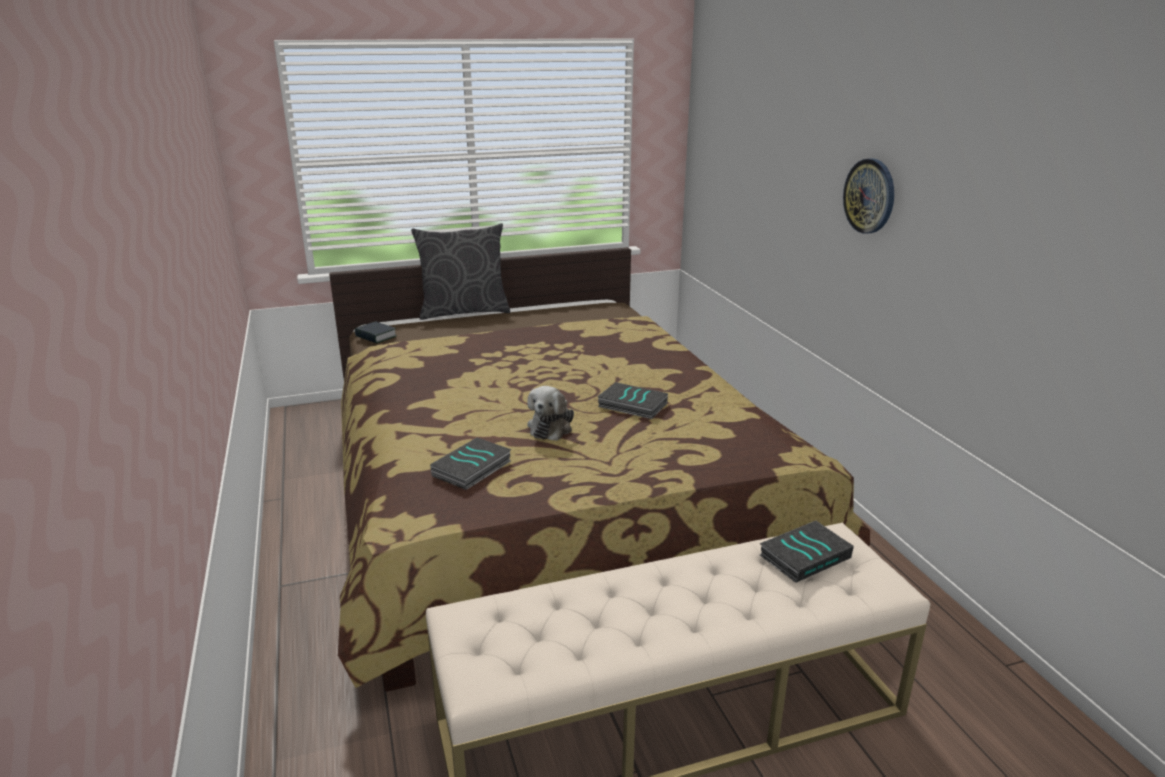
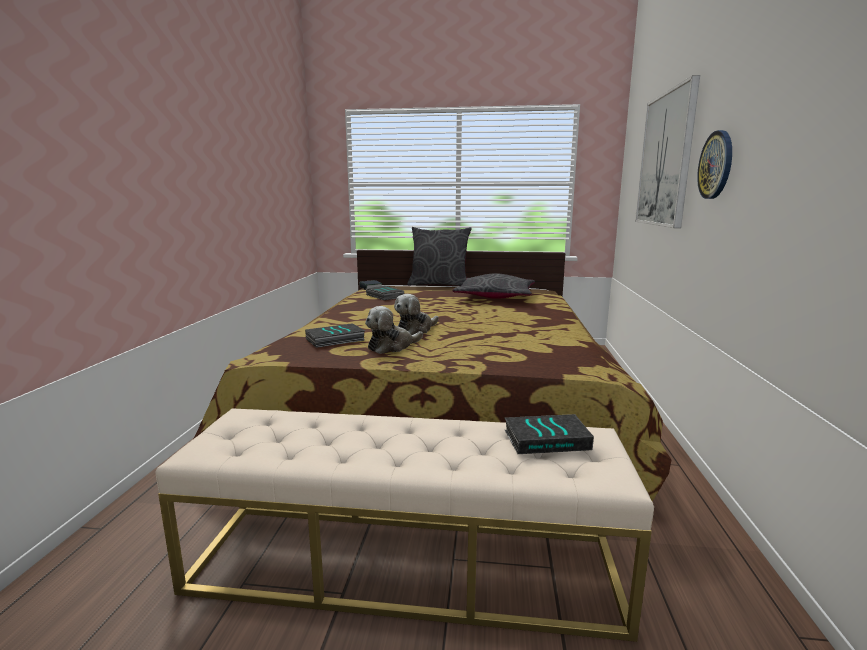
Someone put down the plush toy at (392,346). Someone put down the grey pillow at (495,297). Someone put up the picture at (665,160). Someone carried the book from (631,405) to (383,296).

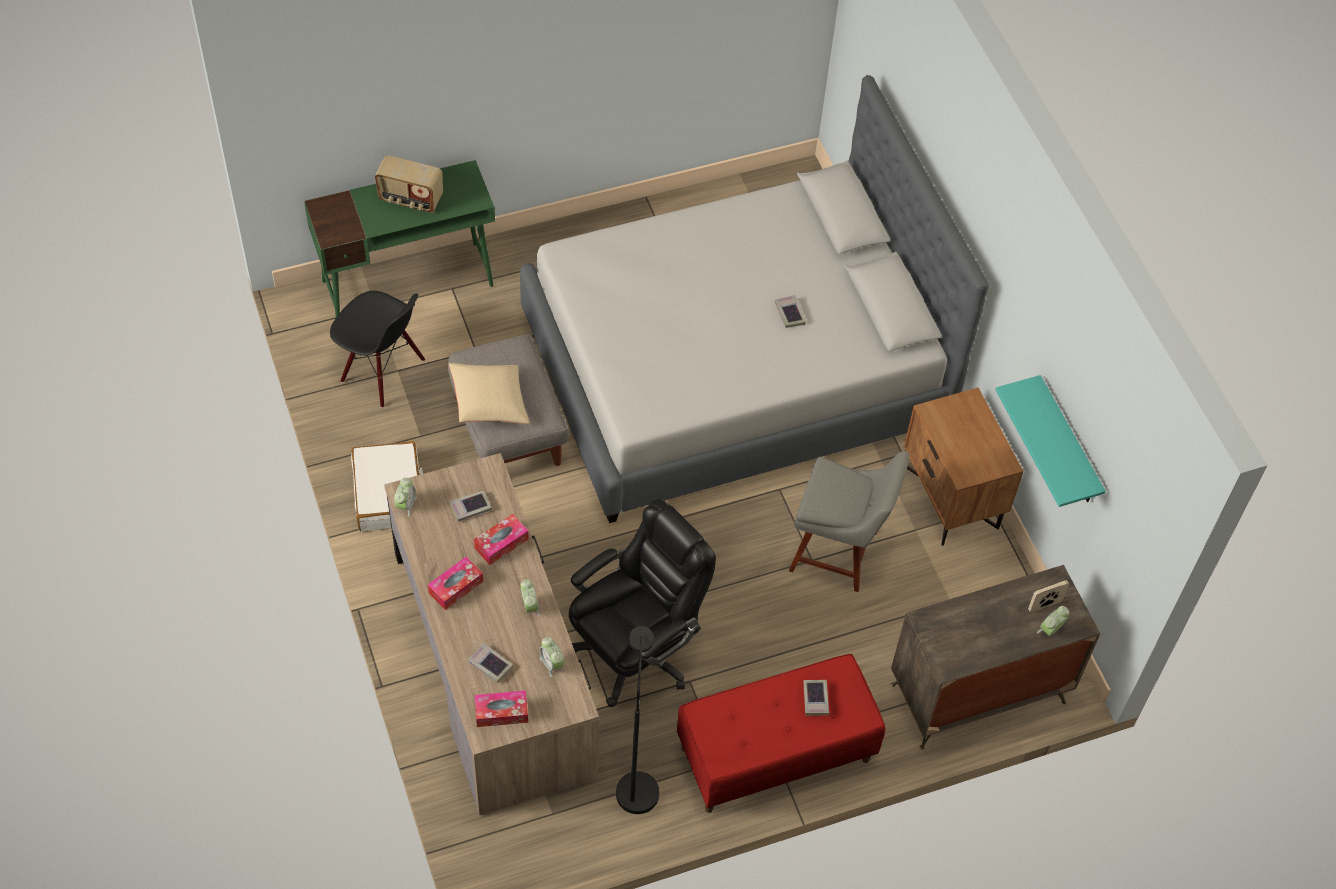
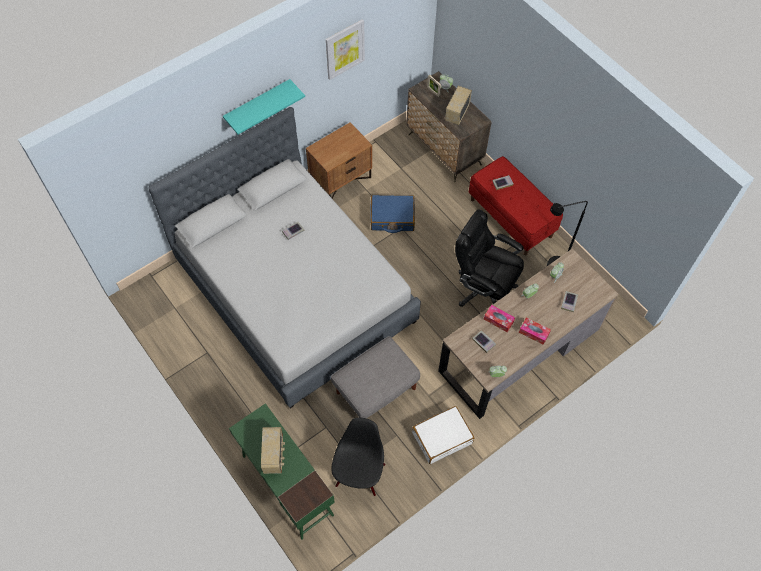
Someone took away the beige pillow at (489,402). Someone took away the tissue box at (501,712). Someone put up the picture at (345,49). Someone put down the radio at (456,113). Someone carried the turquoise shelf from (1068,444) to (258,105). Someone swapped the grey chair at (838,552) for the blue suitcase at (392,217).

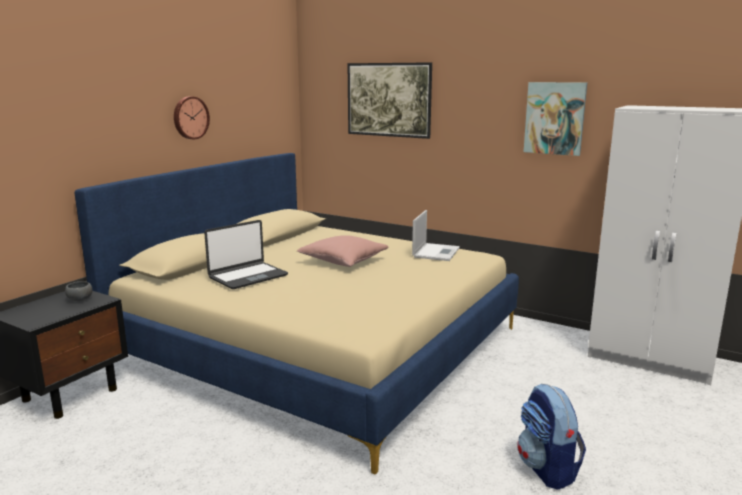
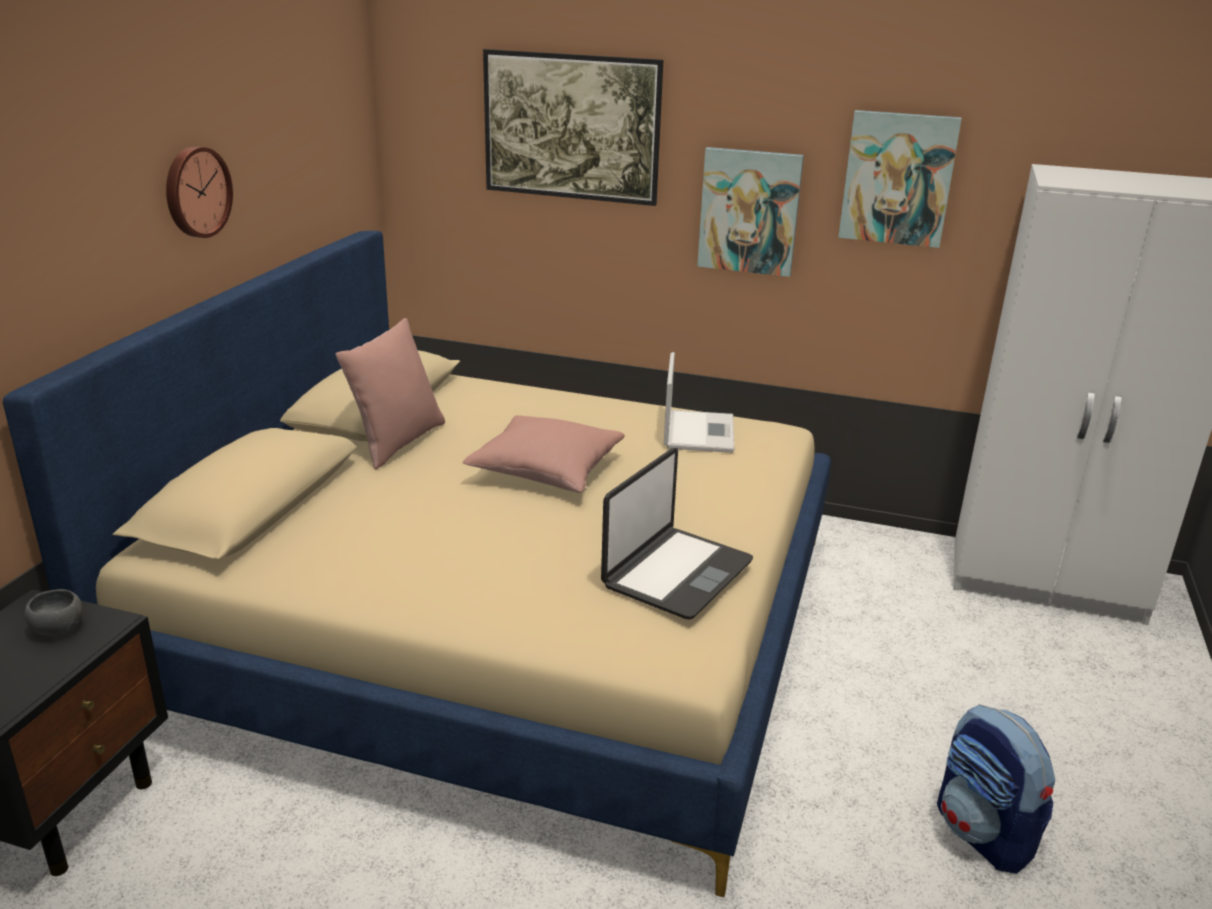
Someone put down the pink pillow at (397,442). Someone put up the picture at (749,211). Someone carried the laptop from (247,276) to (676,573).

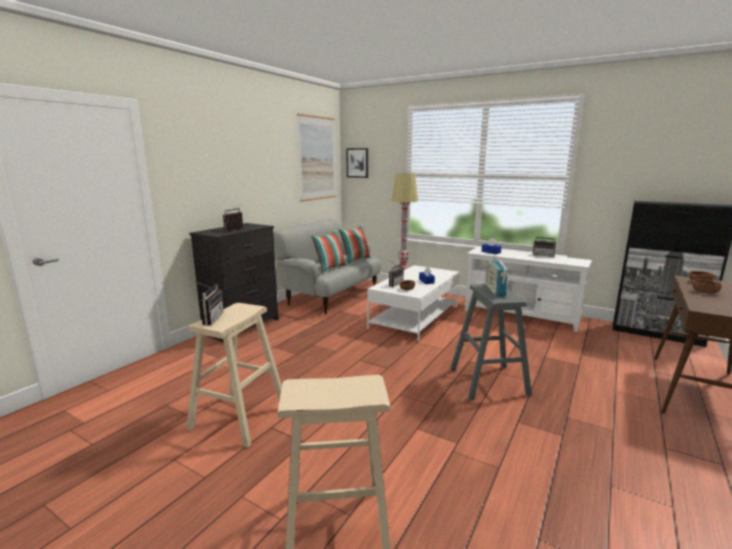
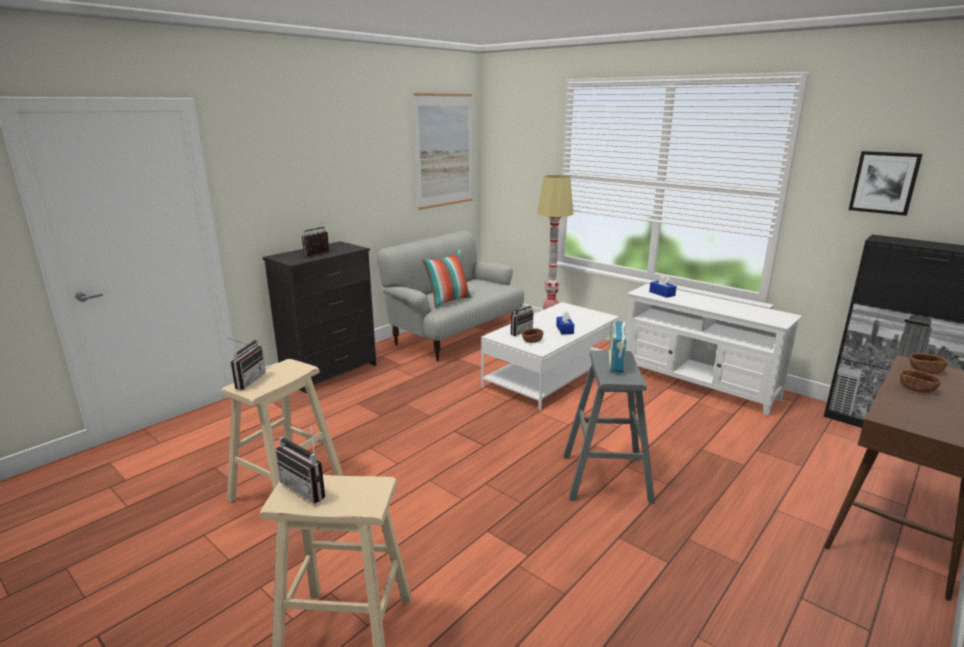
Someone took away the pillow at (355,260). Someone carried the picture from (357,163) to (884,182). Someone carried the radio from (543,255) to (309,488).

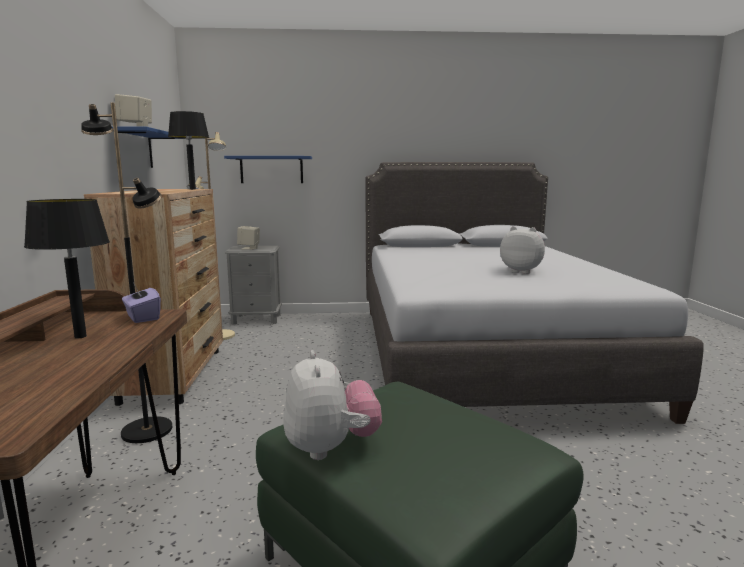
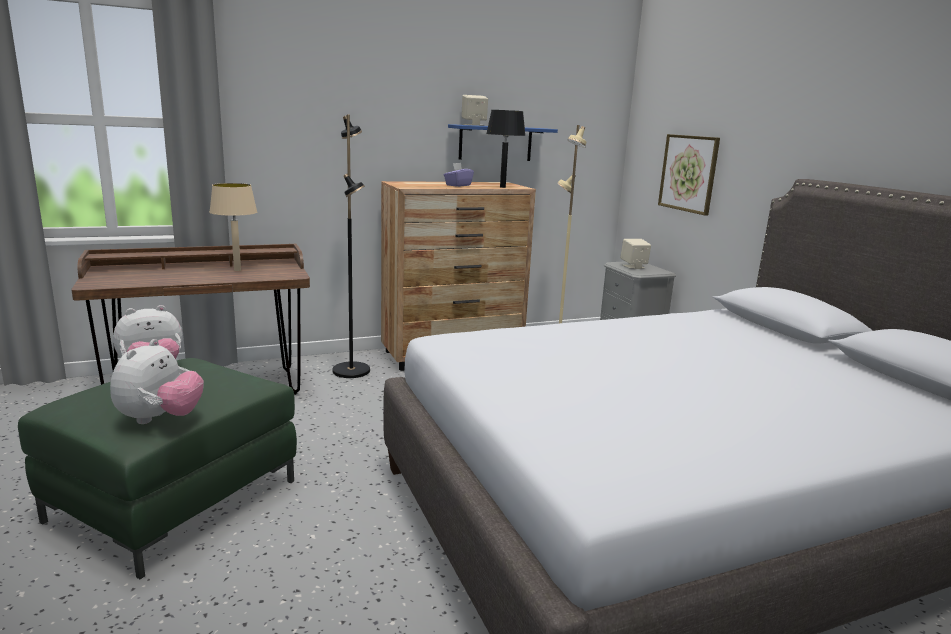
Someone carried the purple tissue box from (142,317) to (458,185). Someone carried the plush toy from (522,271) to (160,419). Someone swapped the blue shelf at (271,169) for the picture at (688,173). Someone repainted the black table lamp at (80,336), which became the beige table lamp at (237,270).

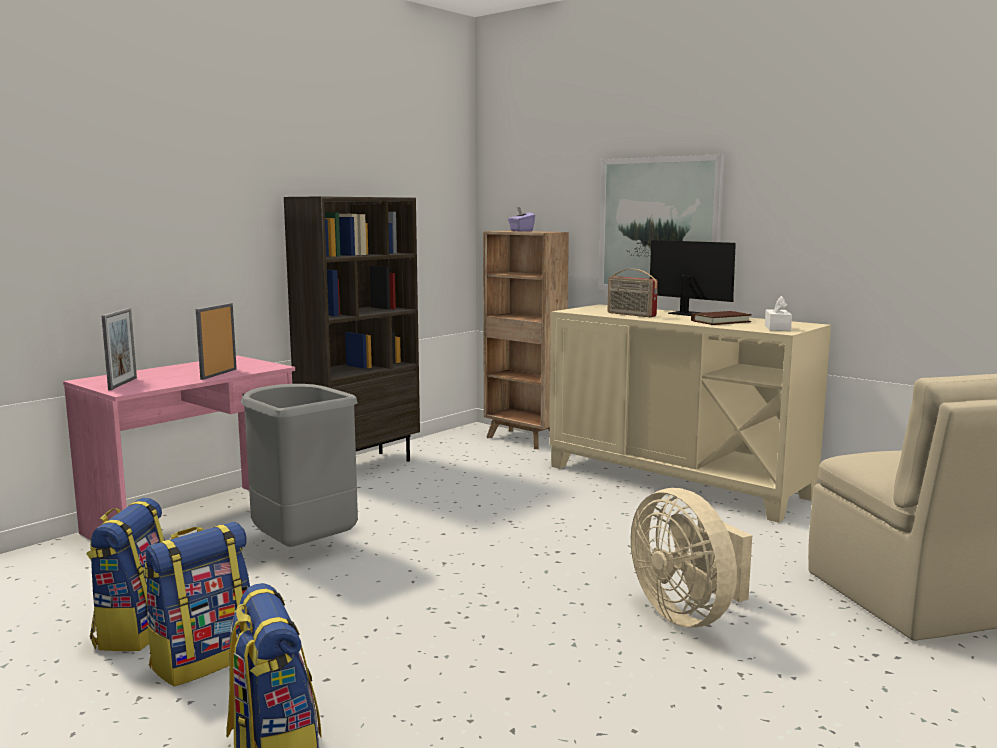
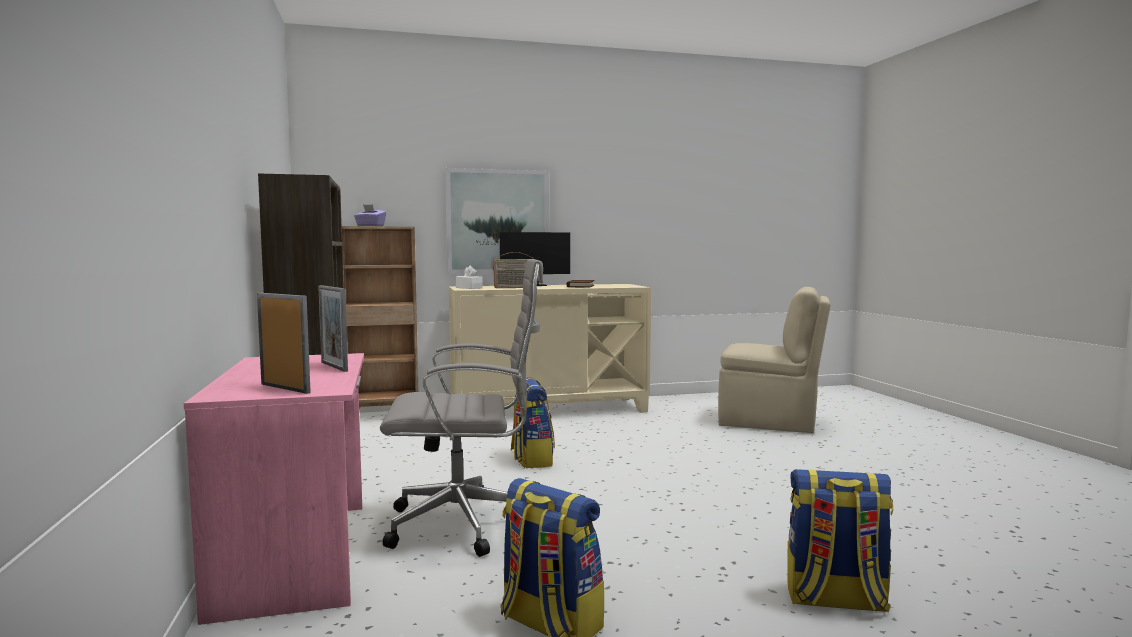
Someone took away the beige fan at (688,614). Someone carried the backpack from (204,659) to (532,459). Someone carried the white tissue box from (777,328) to (469,288). Someone swapped the grey trash can at (301,547) for the grey office chair at (467,524).

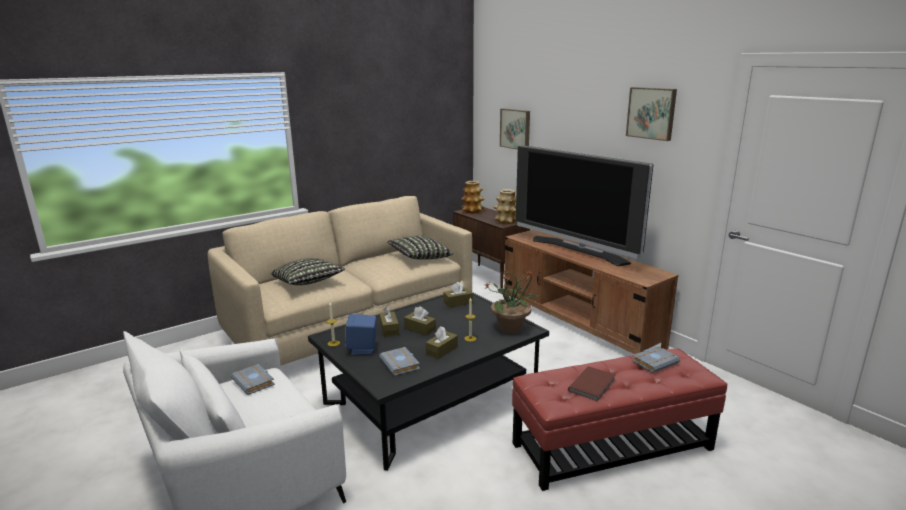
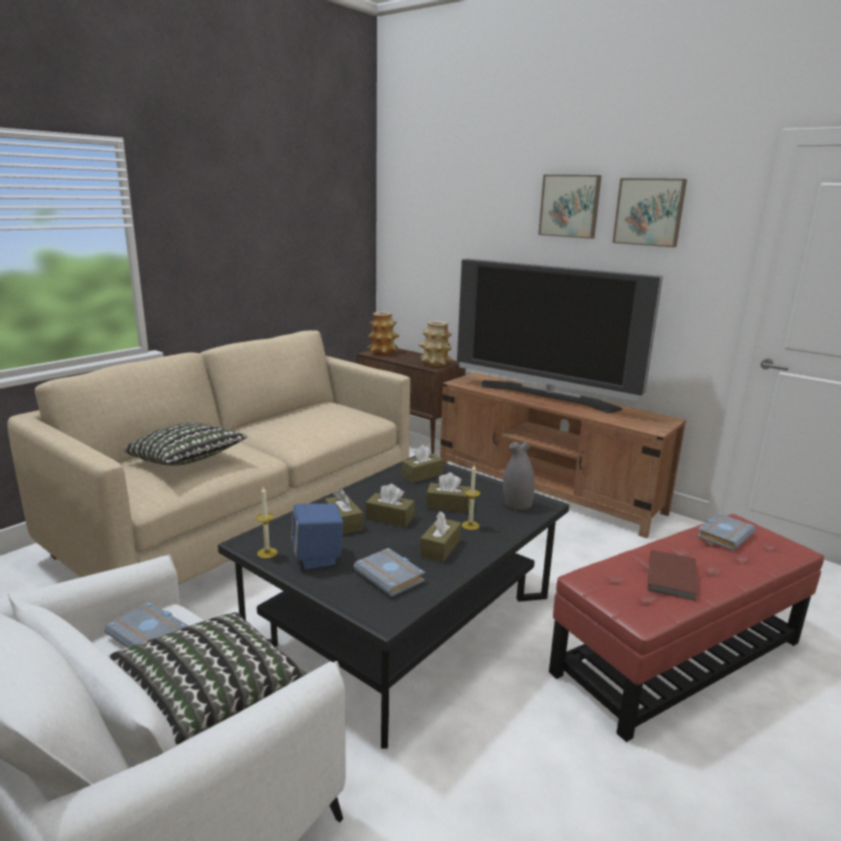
Someone put down the brown tissue box at (448,505). Someone carried the pillow from (419,258) to (213,694). Someone carried the picture from (516,129) to (570,206). Someone swapped the potted plant at (511,328) for the grey vase at (517,504).

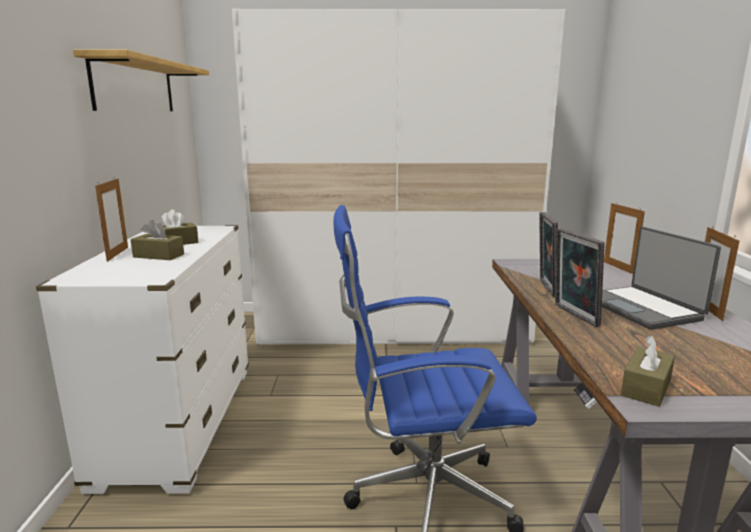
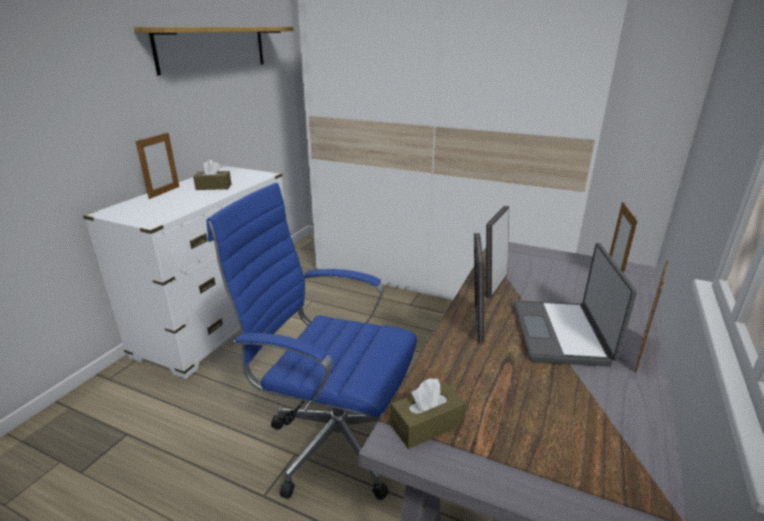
Someone took away the brown tissue box at (158,256).

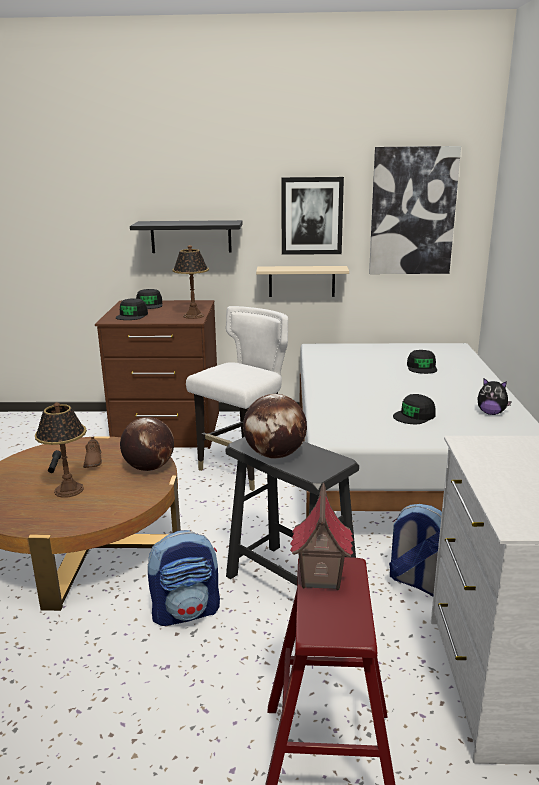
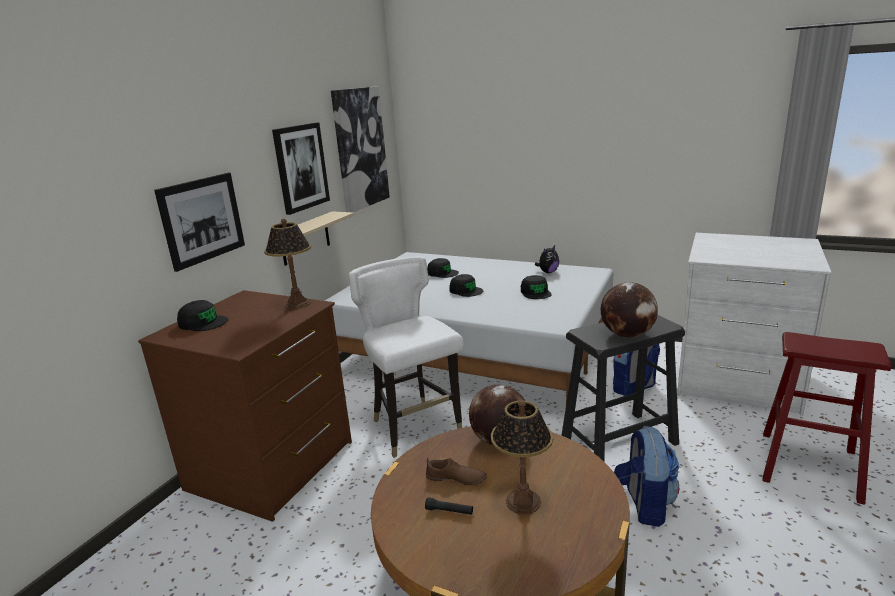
Someone took away the toy house at (320,577). Someone carried the black cap from (132,315) to (466,290). Someone swapped the black shelf at (191,236) for the picture at (202,220).

